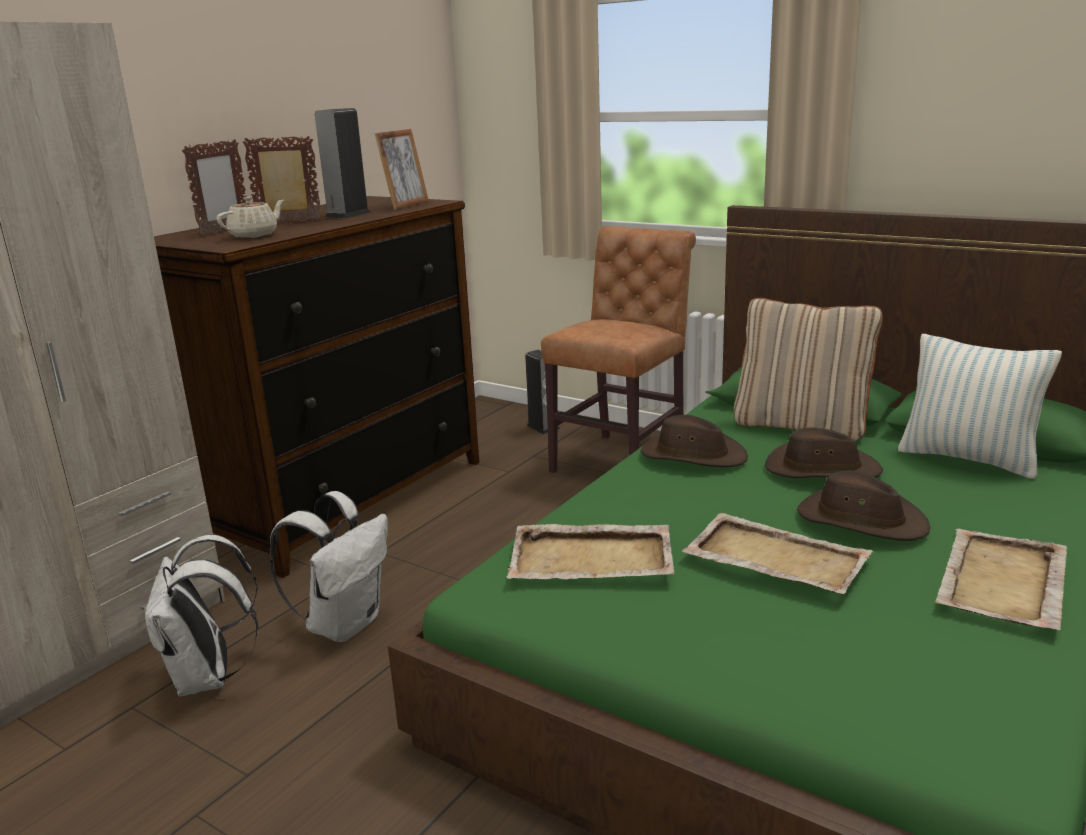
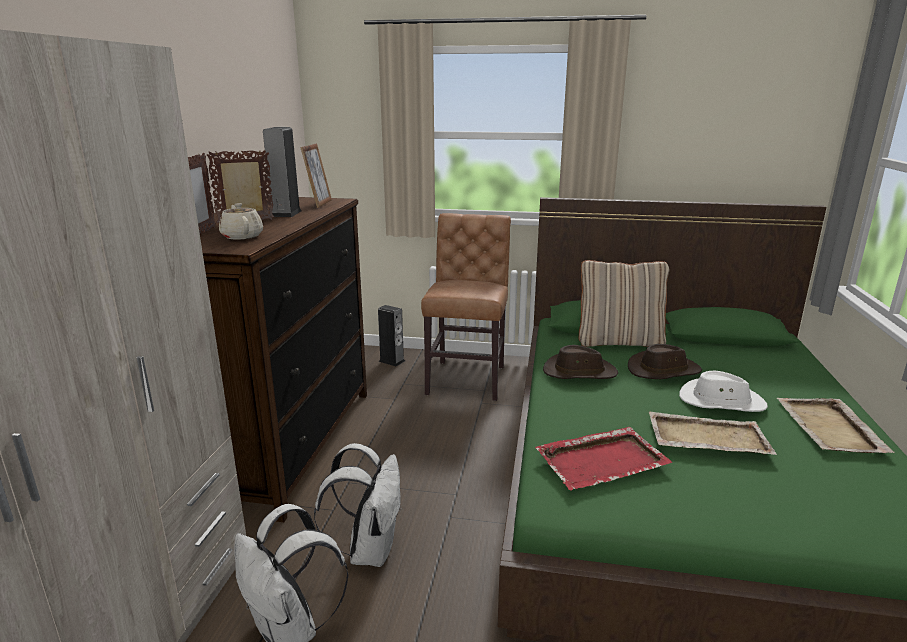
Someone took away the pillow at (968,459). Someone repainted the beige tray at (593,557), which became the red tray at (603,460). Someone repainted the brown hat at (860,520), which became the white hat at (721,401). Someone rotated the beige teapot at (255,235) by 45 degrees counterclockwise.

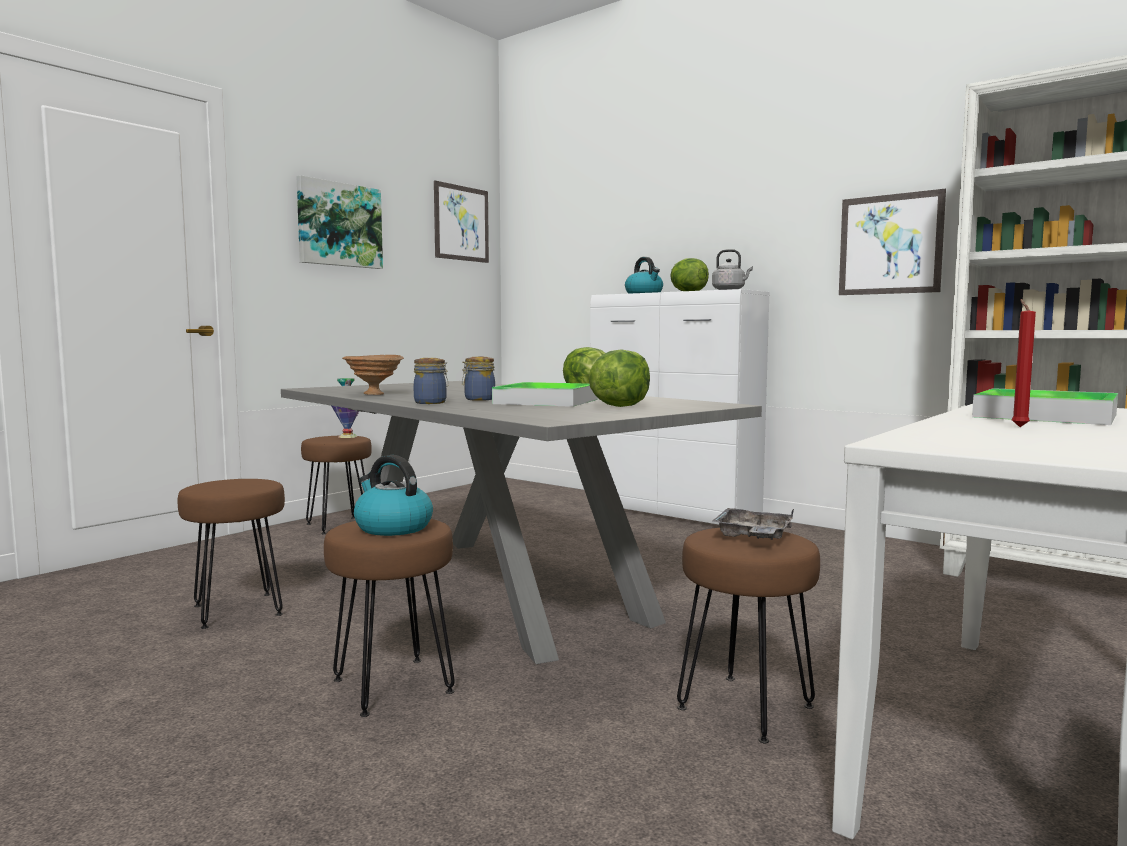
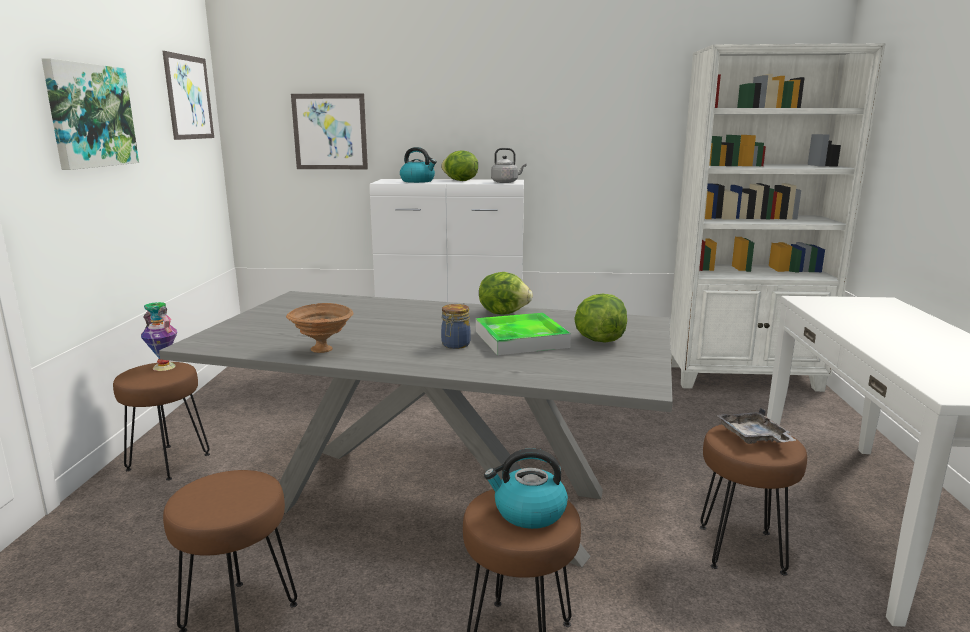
Someone took away the jar at (431,402). Someone took away the tray at (1045,416). Someone took away the red candle at (1018,427). Someone carried the picture from (890,244) to (330,132).

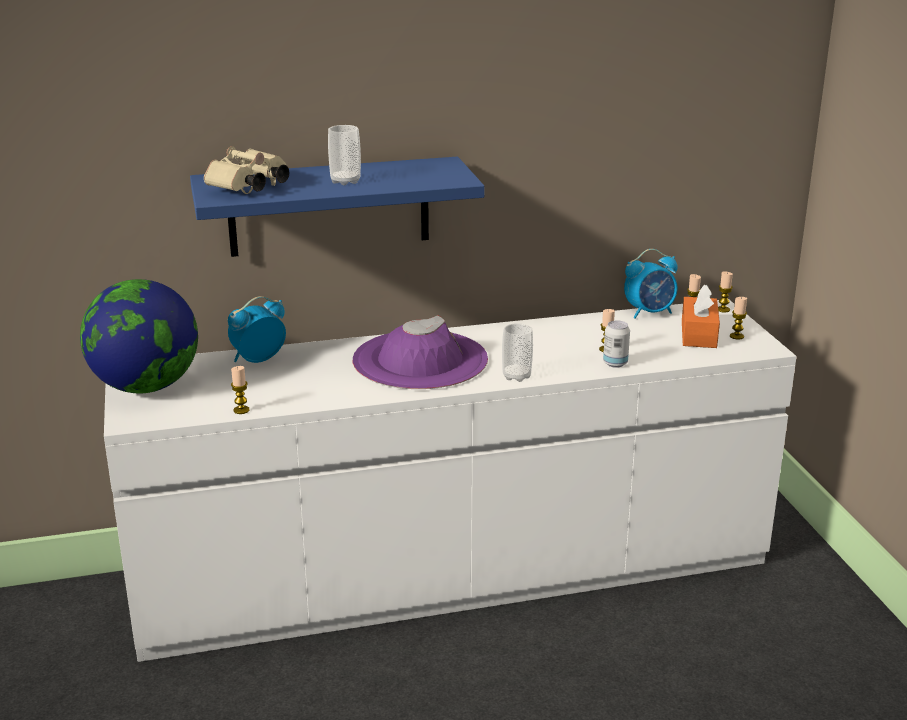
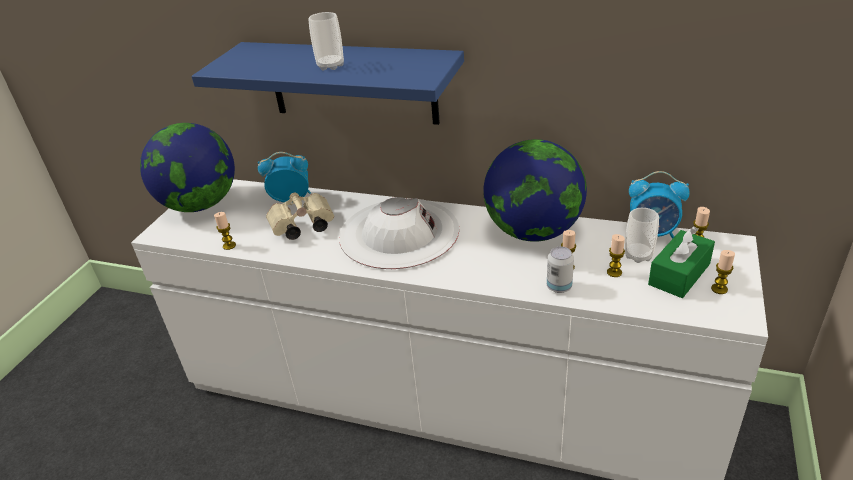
Someone put down the globe at (533,232). Someone carried the beige binoculars from (248,188) to (301,227). Someone carried the cup from (516,376) to (638,255). Someone carried the candle from (723,309) to (614,272). Someone repainted the purple hat at (420,360), which became the white hat at (399,233). Someone repainted the orange tissue box at (698,334), which became the green tissue box at (679,274).

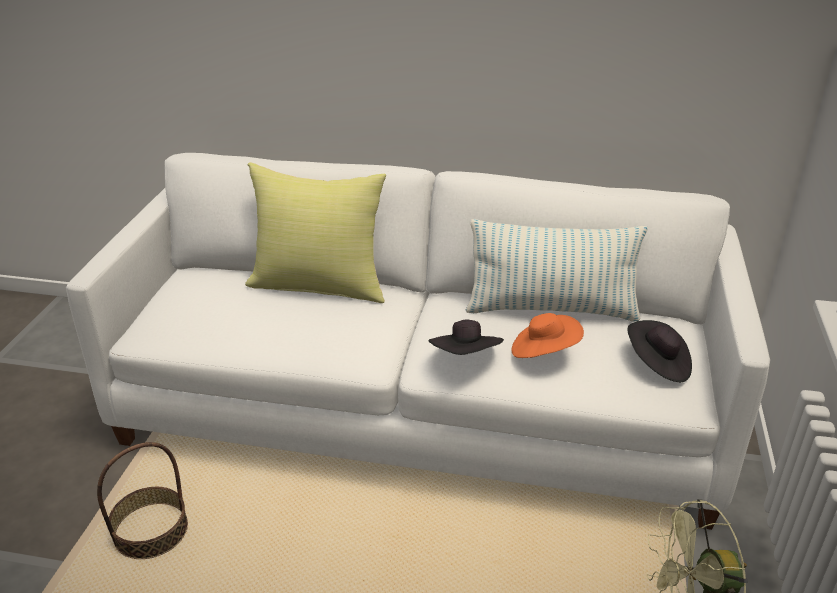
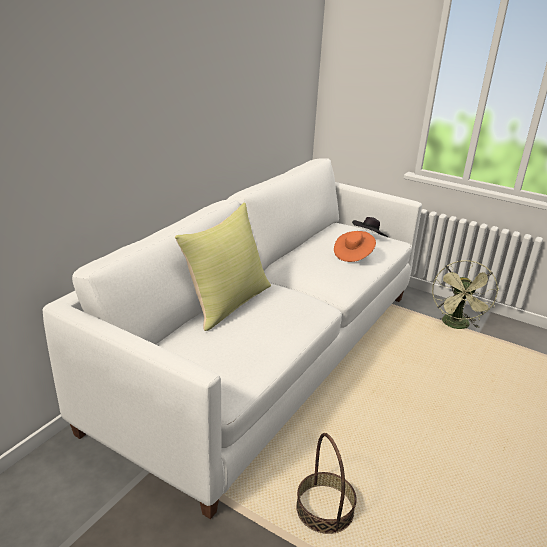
Someone took away the black hat at (466,357). Someone took away the pillow at (551,310).

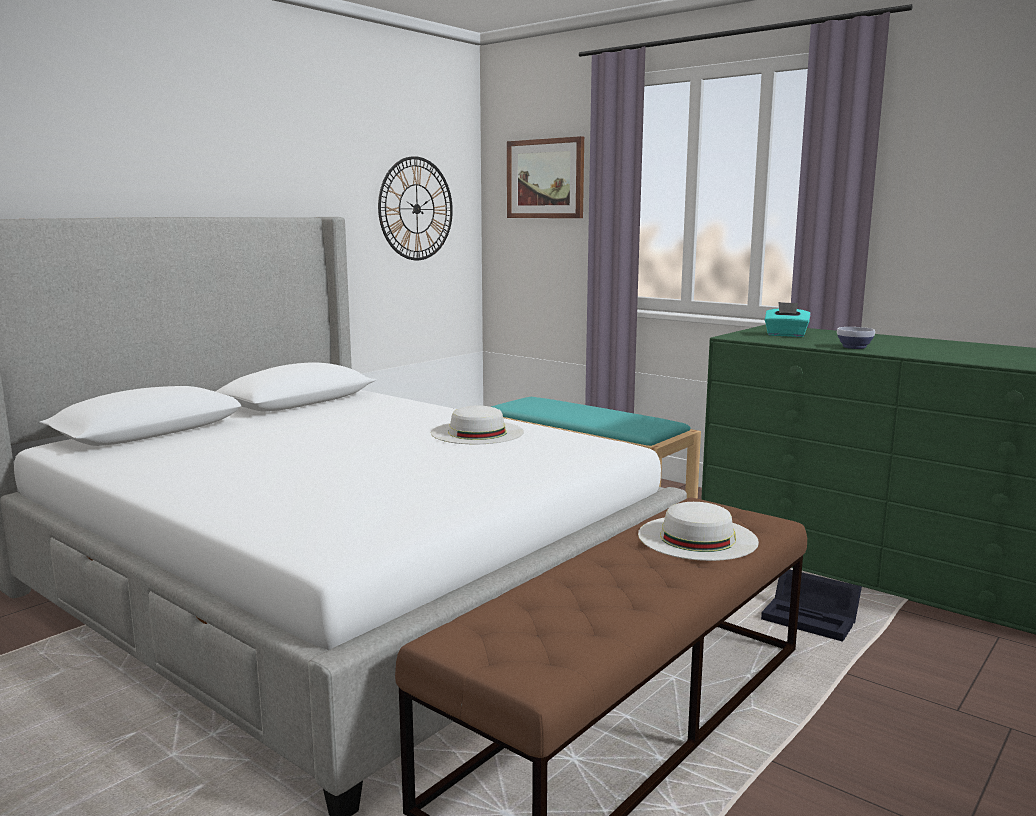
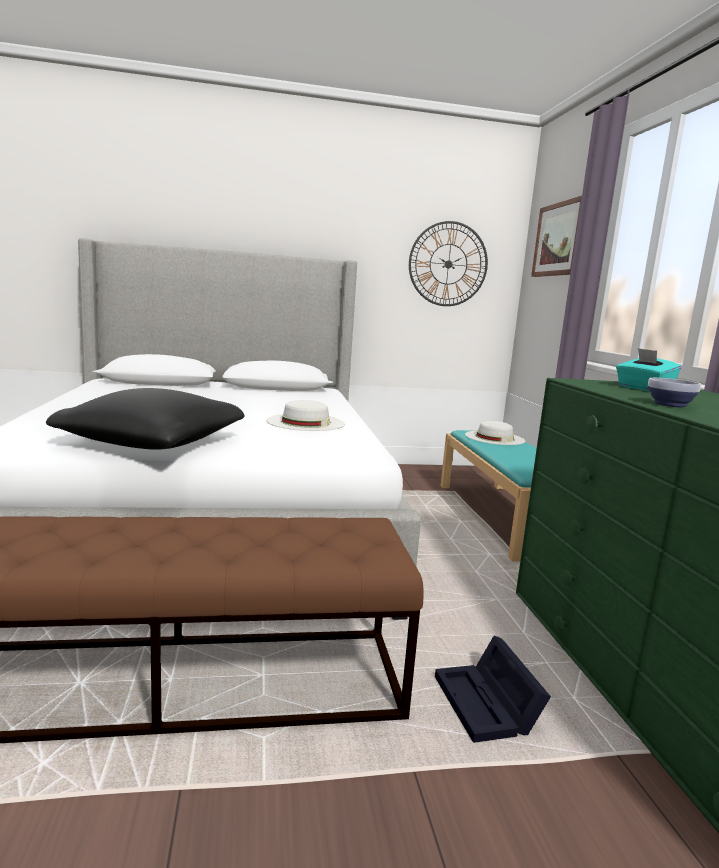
Someone put down the black pillow at (153,443). Someone carried the white hat from (697,537) to (494,438).

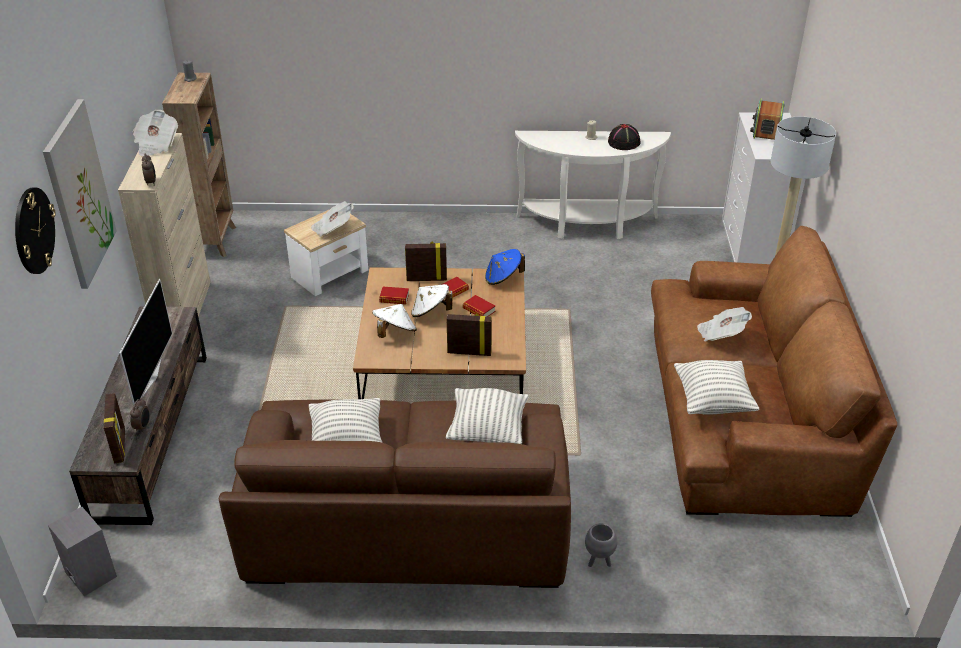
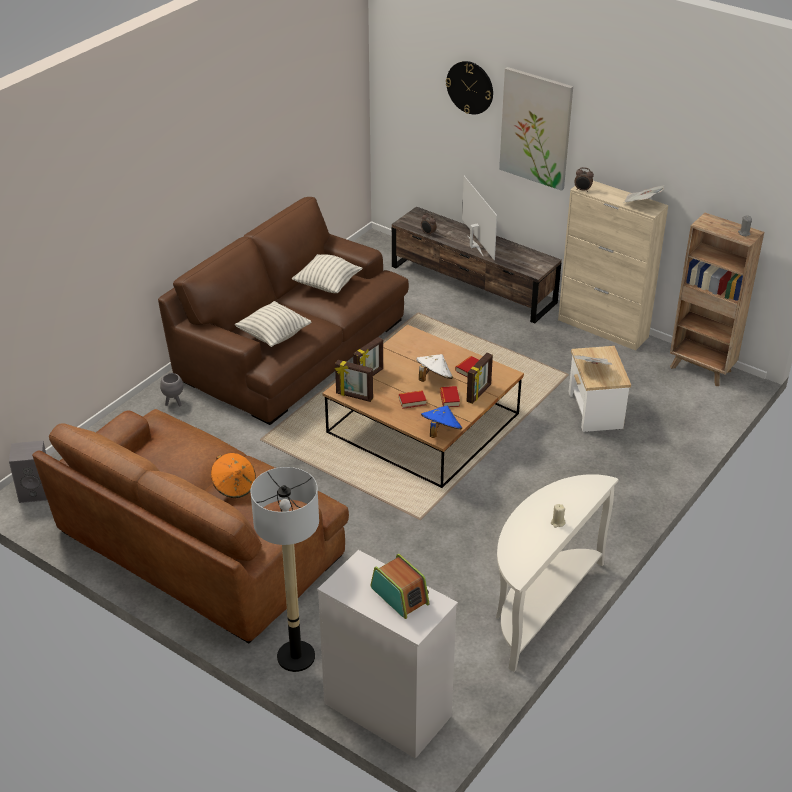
Someone took away the white hat at (394,332). Someone took away the black hat at (624,142). Someone took away the pillow at (712,402). Someone carried the grey speaker from (89,574) to (36,491). Someone carried the picture frame from (120,446) to (354,396). Someone swapped the newspaper at (721,334) for the orange hat at (234,486). Someone rotated the television at (151,377) by 150 degrees counterclockwise.

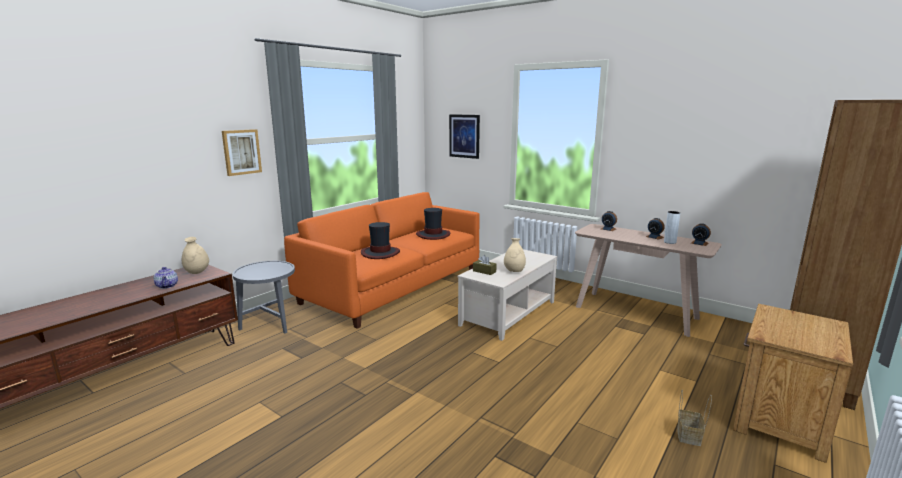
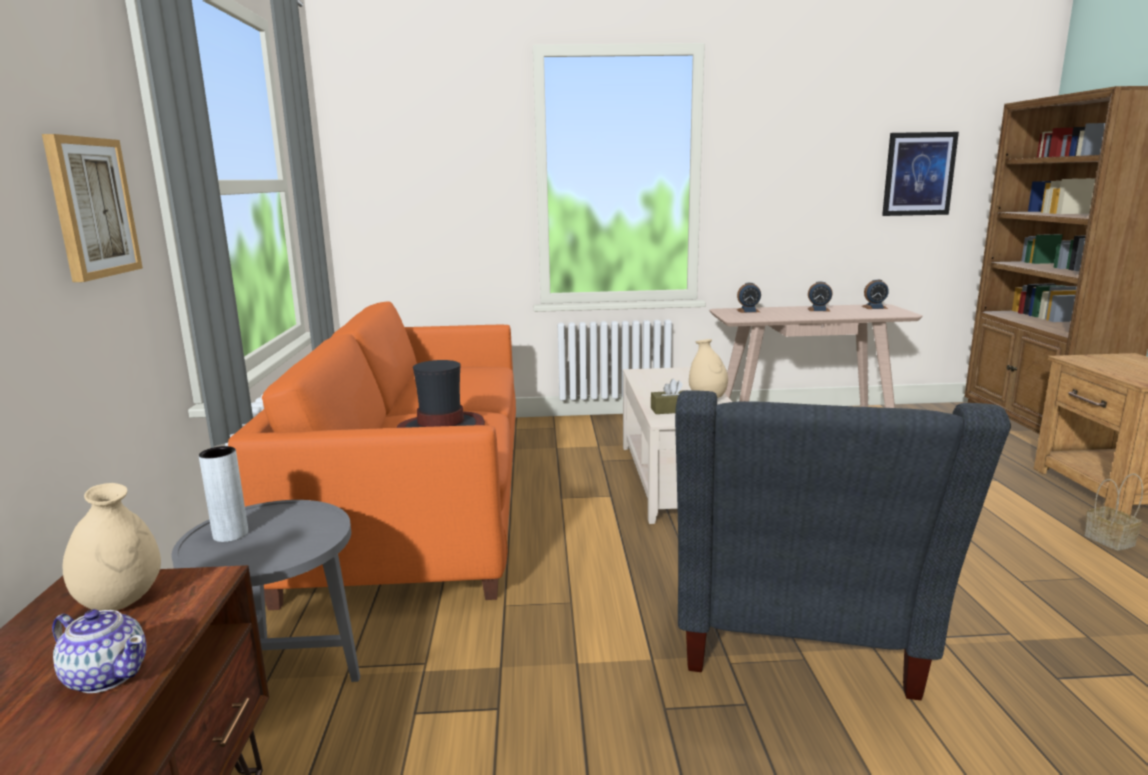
Someone took away the hat at (433,235). Someone put down the grey armchair at (795,646). Someone carried the picture from (464,136) to (919,174). Someone carried the grey vase from (670,242) to (230,534).

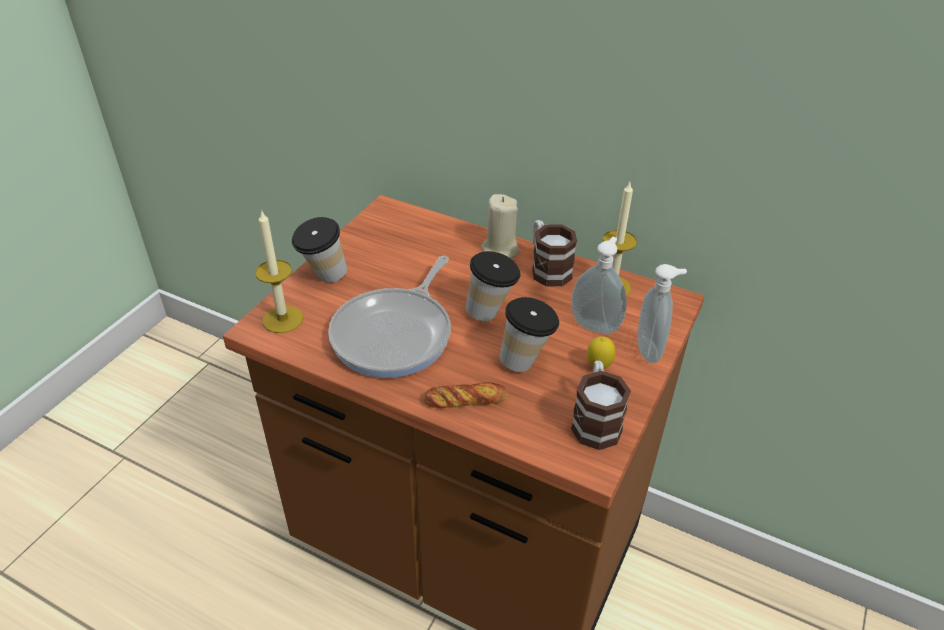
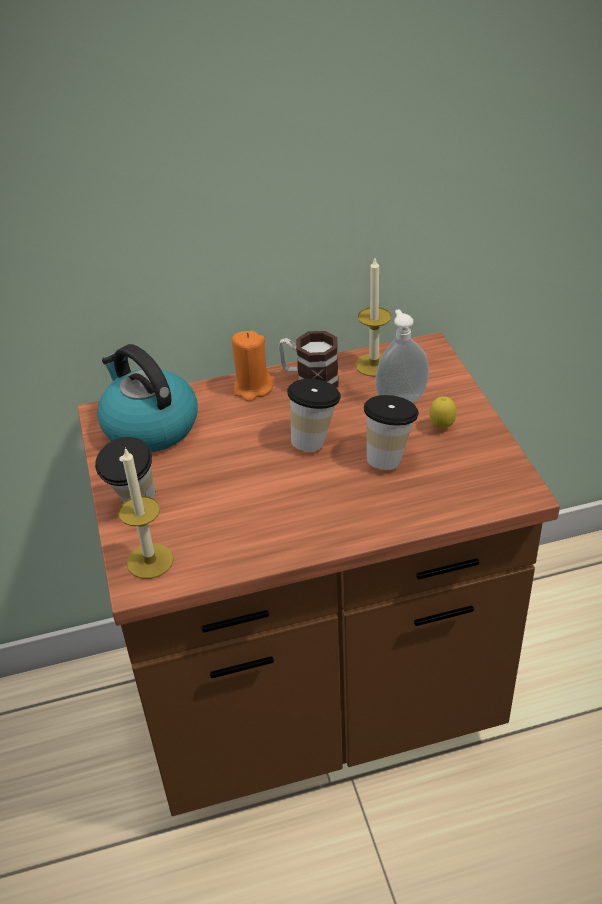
Someone took away the frying pan at (396,334). Someone took away the bread at (465,400). Someone took away the mug at (595,420). Someone took away the soap dispenser at (650,350). Someone put down the kettle at (149,426). Someone repainted the beige candle at (500,250), which became the orange candle at (252,388).

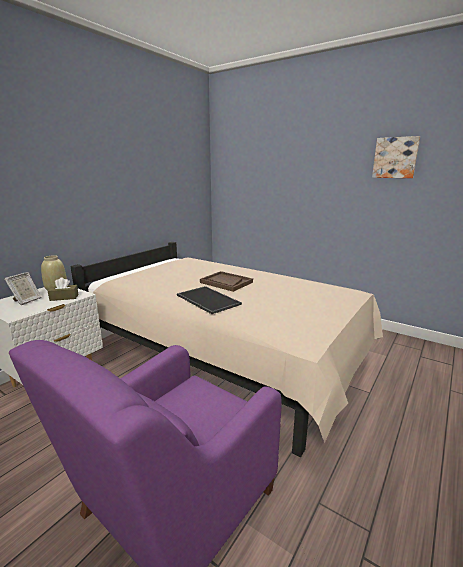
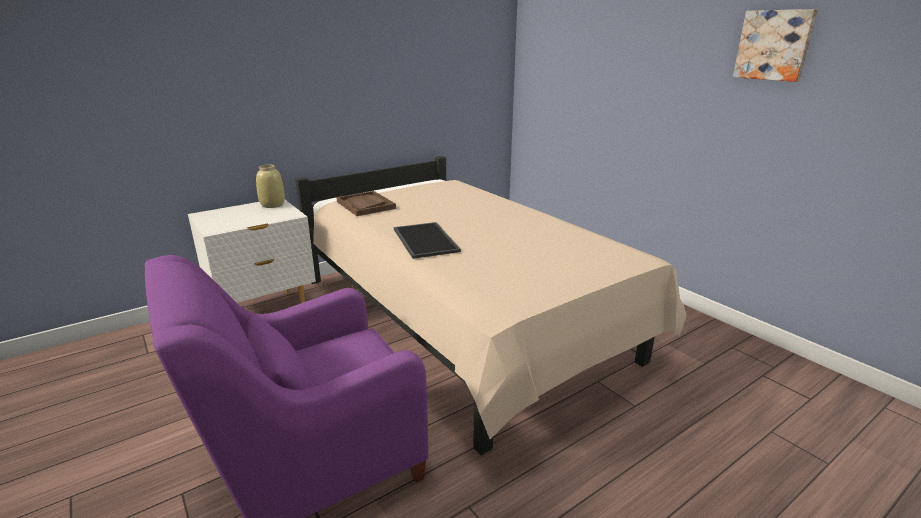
Someone took away the picture frame at (26,301). Someone took away the brown tissue box at (64,297). Someone carried the brown tray from (226,282) to (365,205).

